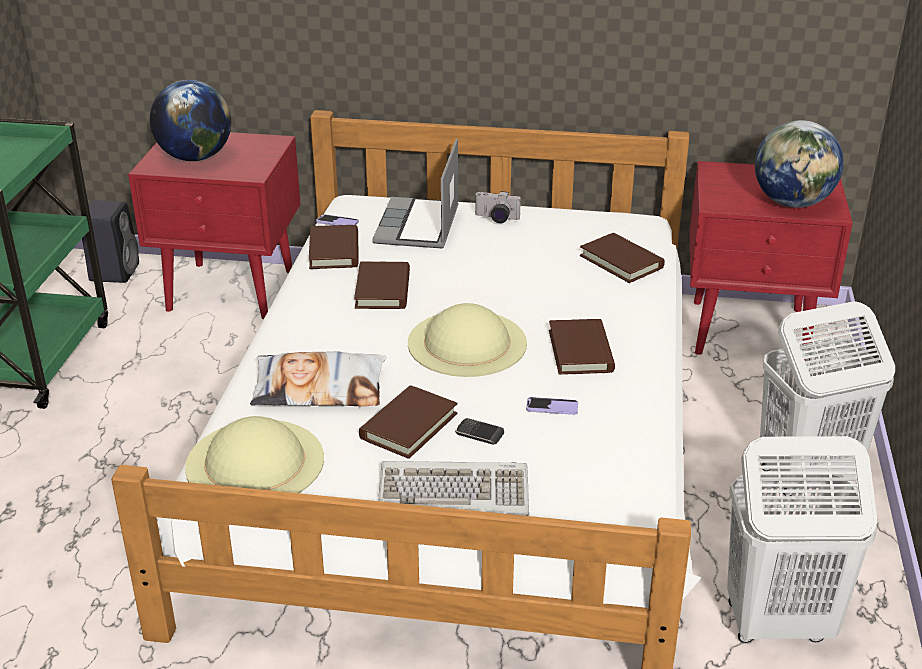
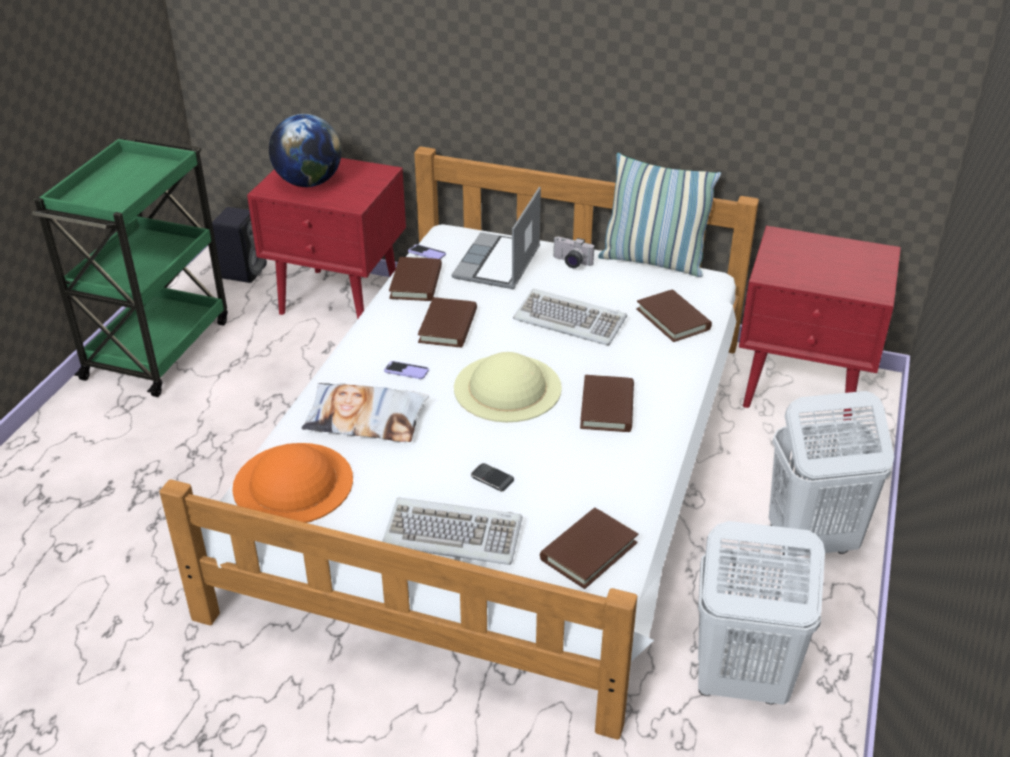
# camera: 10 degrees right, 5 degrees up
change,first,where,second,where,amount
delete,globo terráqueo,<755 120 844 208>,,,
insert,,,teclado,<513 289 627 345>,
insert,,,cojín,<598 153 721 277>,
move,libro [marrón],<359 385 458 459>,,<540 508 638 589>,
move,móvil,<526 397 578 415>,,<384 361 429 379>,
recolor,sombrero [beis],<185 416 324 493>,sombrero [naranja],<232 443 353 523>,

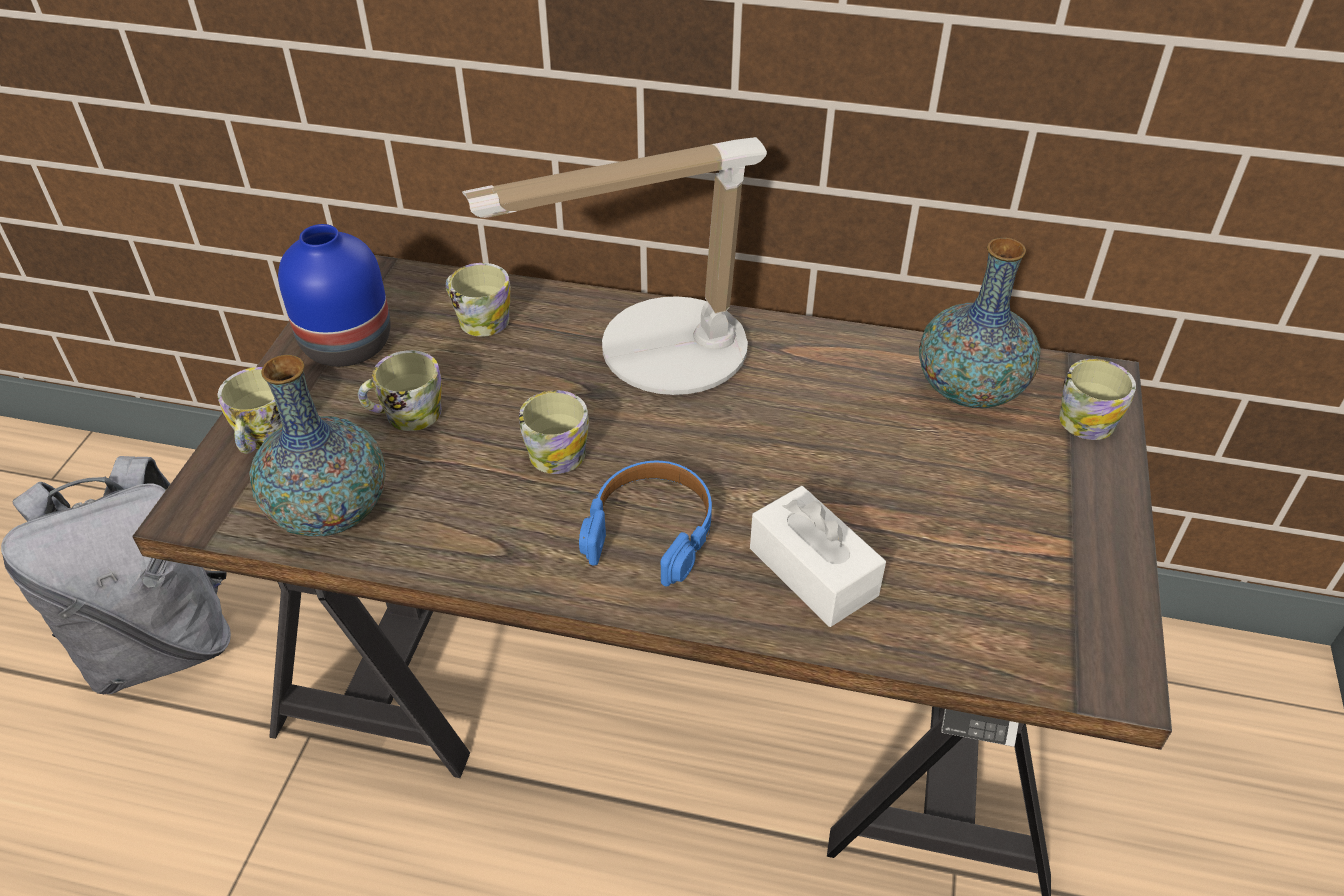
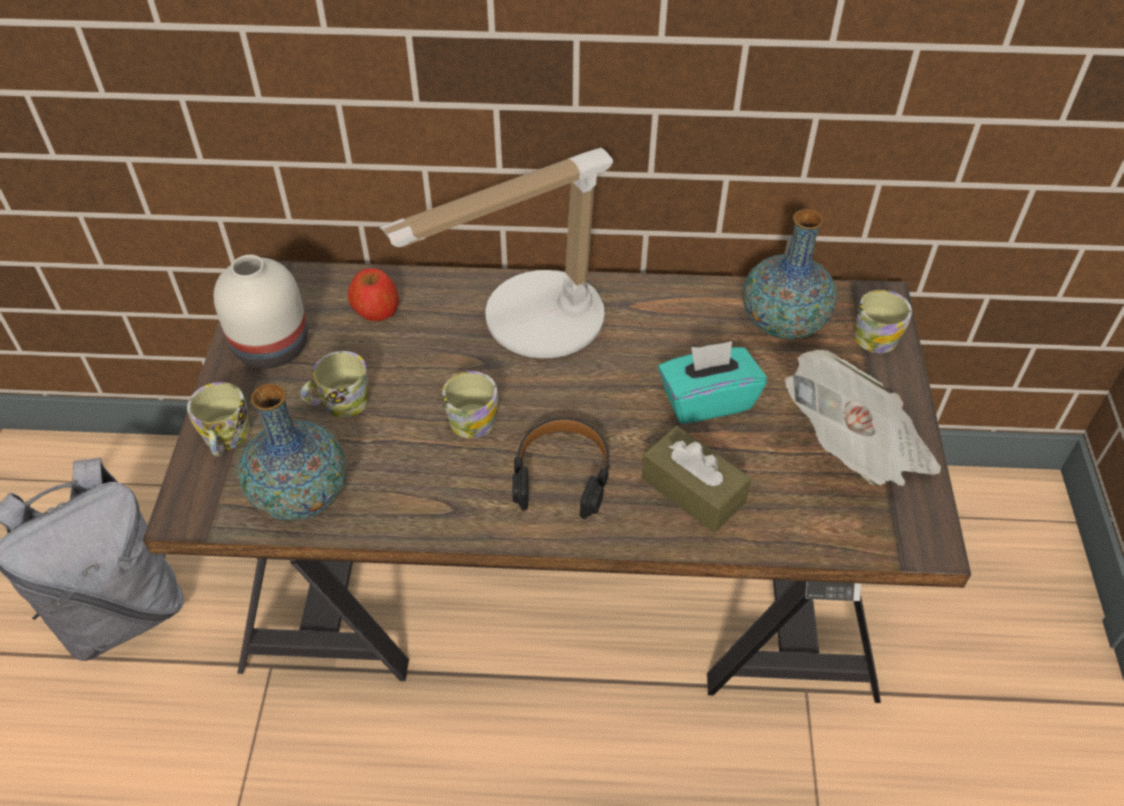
# camera: 10 degrees left, 5 degrees up
change,first,where,second,where,amount
insert,,,caja de pañuelos [turquesa],<658 341 767 424>,
insert,,,periódico,<785 350 941 486>,
replace,taza grande,<446 263 511 337>,manzana,<348 268 399 321>,
recolor,florero [azul],<278 224 391 367>,florero [blanco],<213 255 308 369>,
recolor,auriculares [azul],<579 461 712 587>,auriculares [negro],<512 418 610 519>,
recolor,caja de pañuelos [blanco],<750 486 886 627>,caja de pañuelos [marrón],<641 426 751 533>,

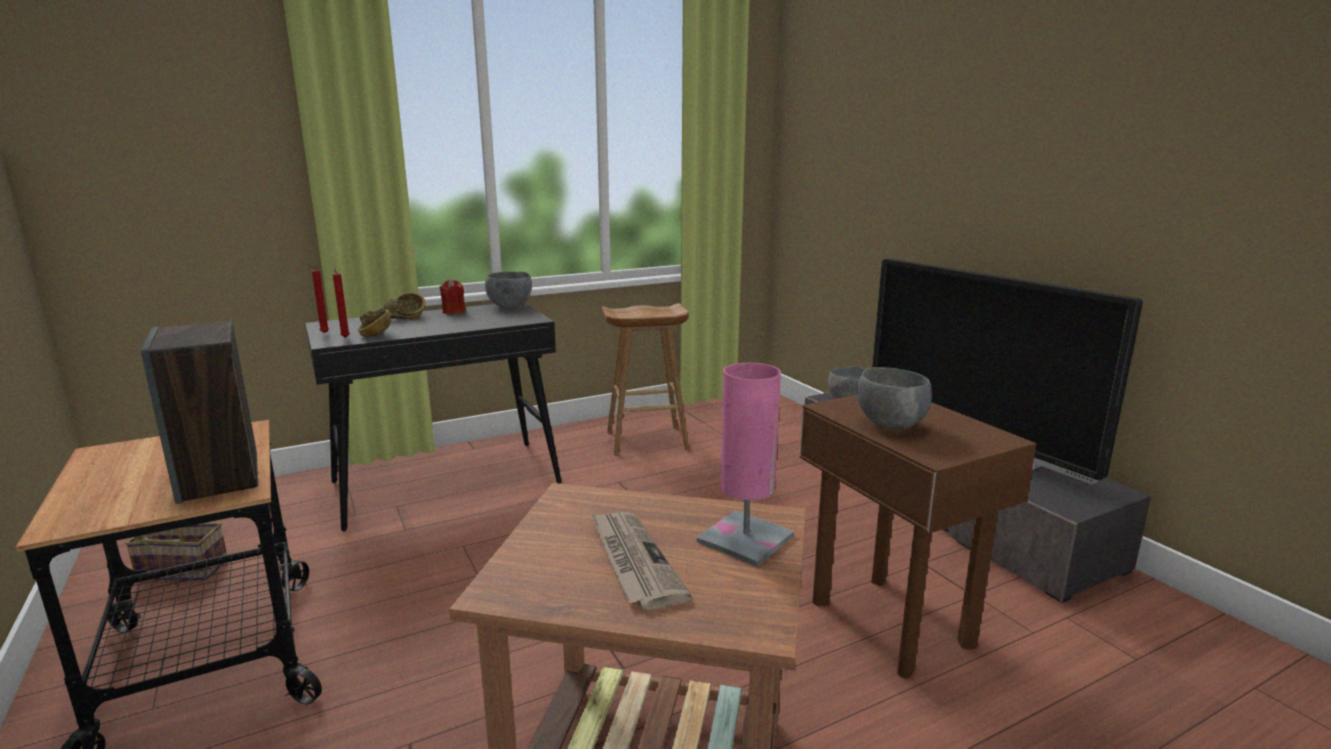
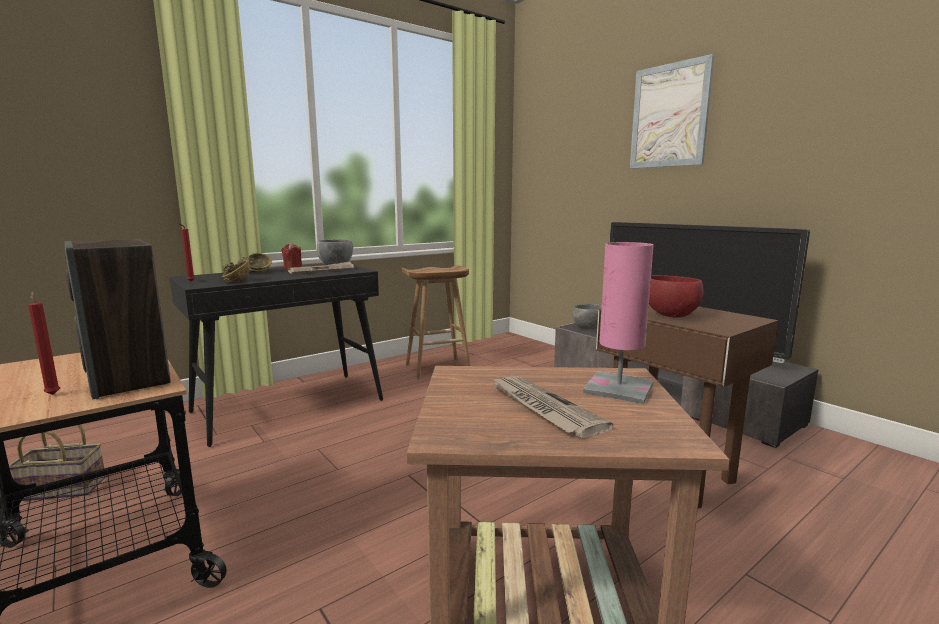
# camera: 10 degrees left, 5 degrees down
change,first,where,second,where,amount
insert,,,periódico,<288 262 354 274>,
insert,,,cuadro,<630 54 714 168>,
move,vela [rojo],<333 266 350 338>,,<28 291 60 395>,
recolor,cuenco [gris],<856 367 932 430>,cuenco [rojo],<649 275 703 318>,

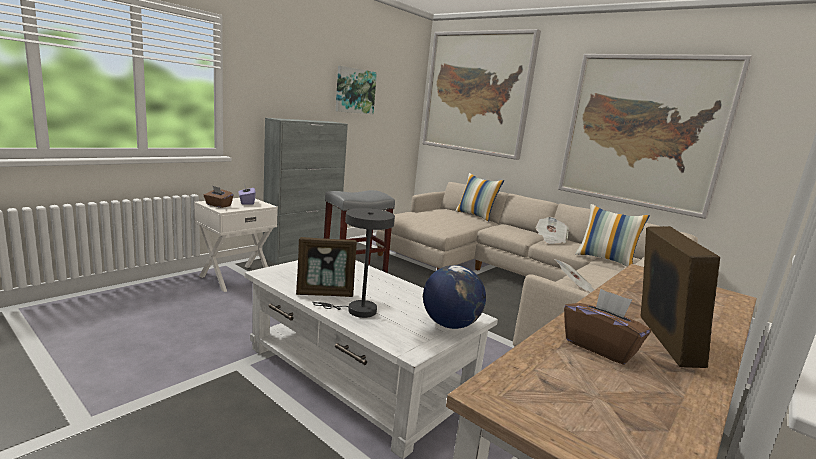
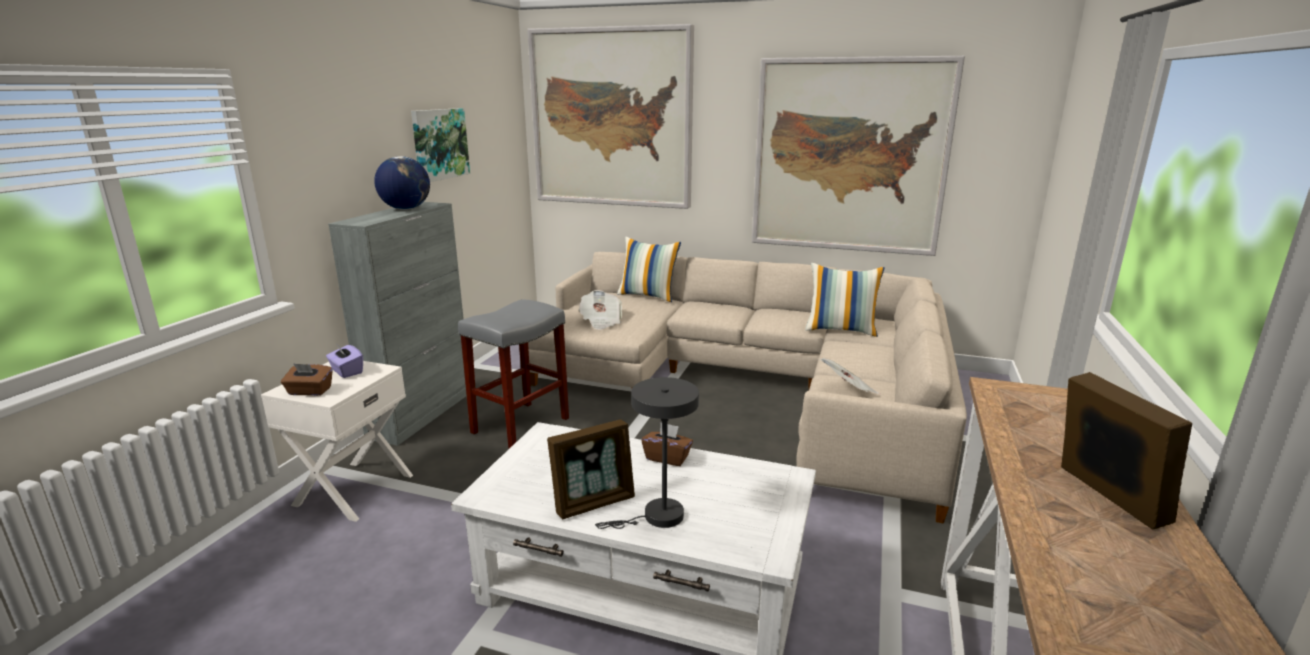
# camera: 20 degrees left, 5 degrees up
change,first,where,second,where,amount
move,globo terráqueo,<423 265 486 329>,,<374 156 430 210>,
move,periódico,<535 217 569 244>,,<578 290 622 330>,
move,caja de pañuelos [marrón],<564 289 651 365>,,<641 423 693 466>,

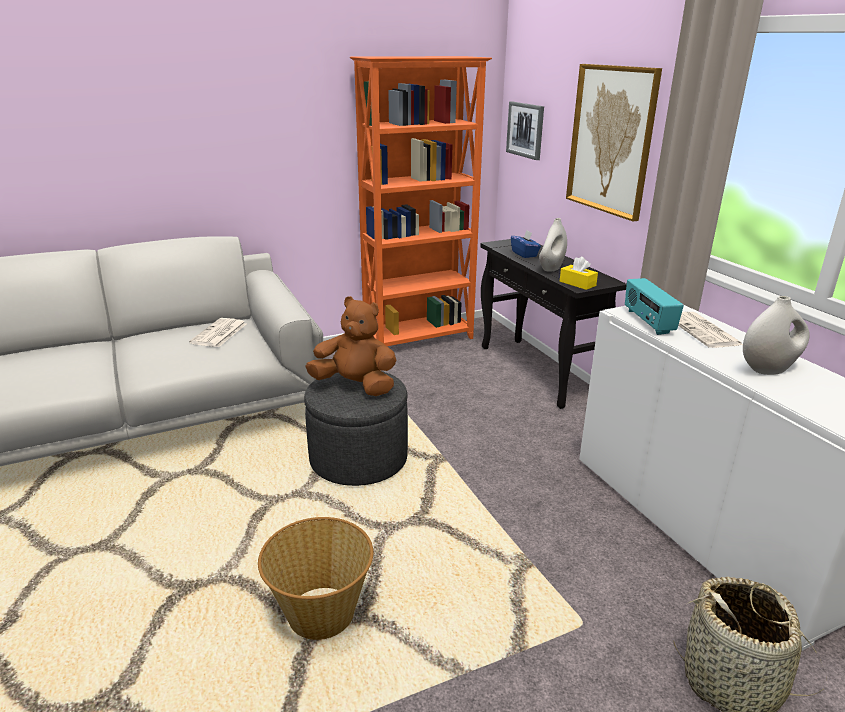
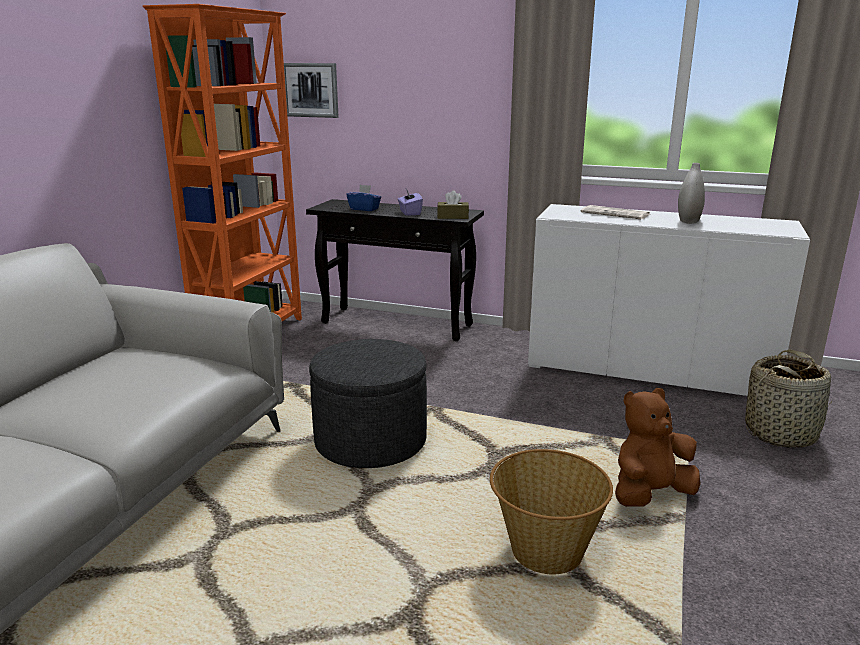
# camera: 45 degrees left, 5 degrees down
change,first,where,second,where,amount
delete,periódico,<189 318 246 347>,,,
delete,cuadro,<566 64 662 222>,,,
delete,radio,<625 278 684 335>,,,
move,peluche [marrón],<305 296 396 396>,,<615 388 701 507>,
replace,florero [blanco],<539 218 567 272>,caja de pañuelos [morado],<398 189 423 216>,
recolor,caja de pañuelos [amarillo],<560 257 598 290>,caja de pañuelos [marrón],<437 190 469 219>,

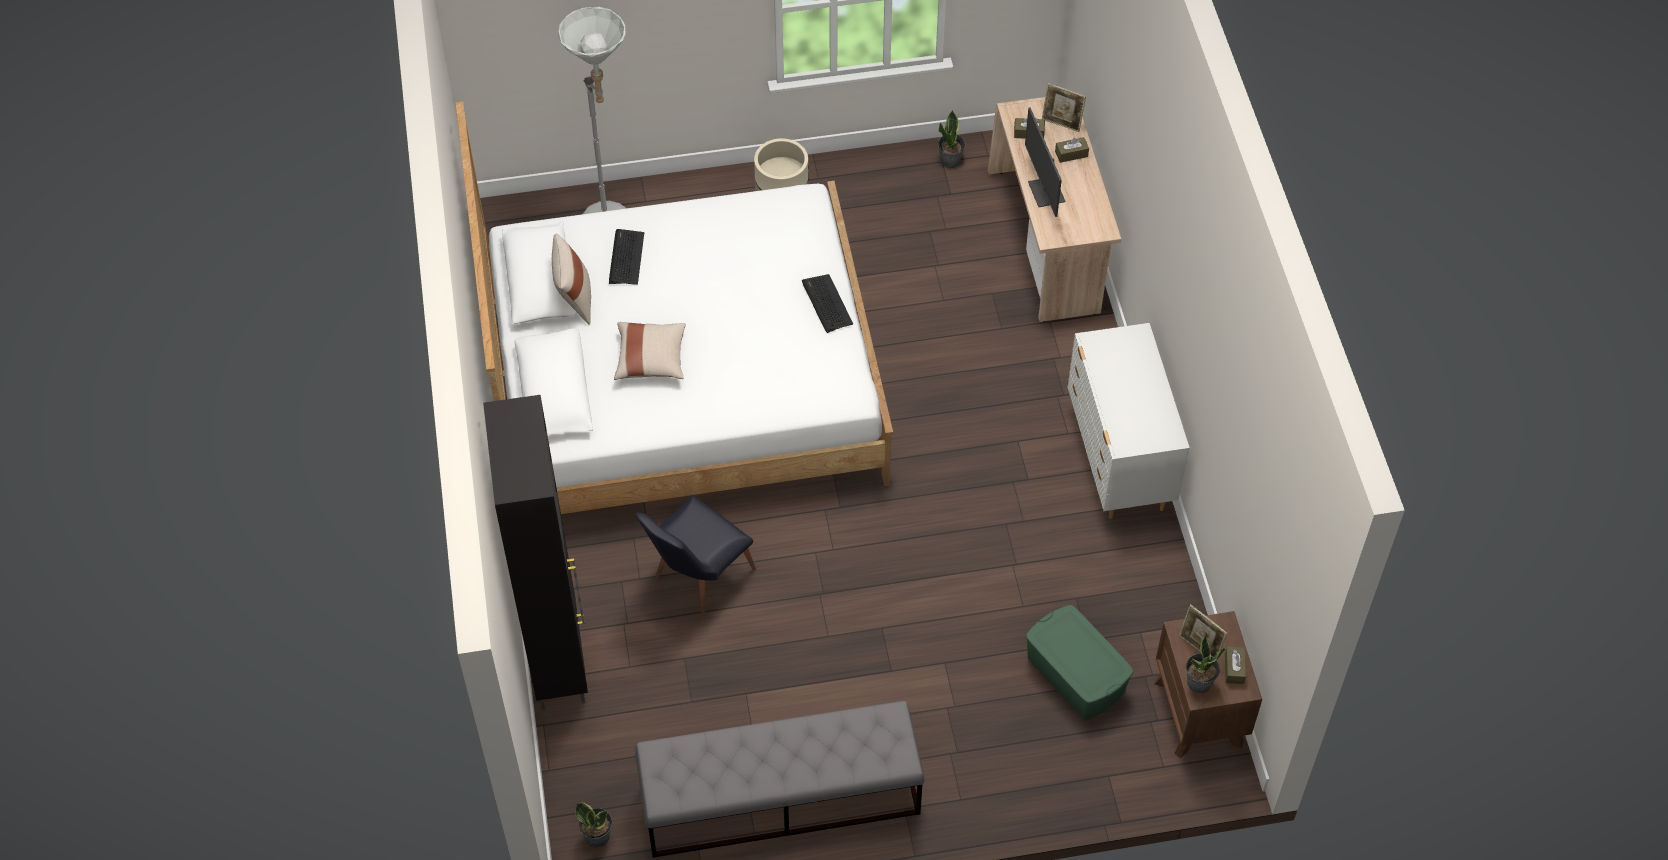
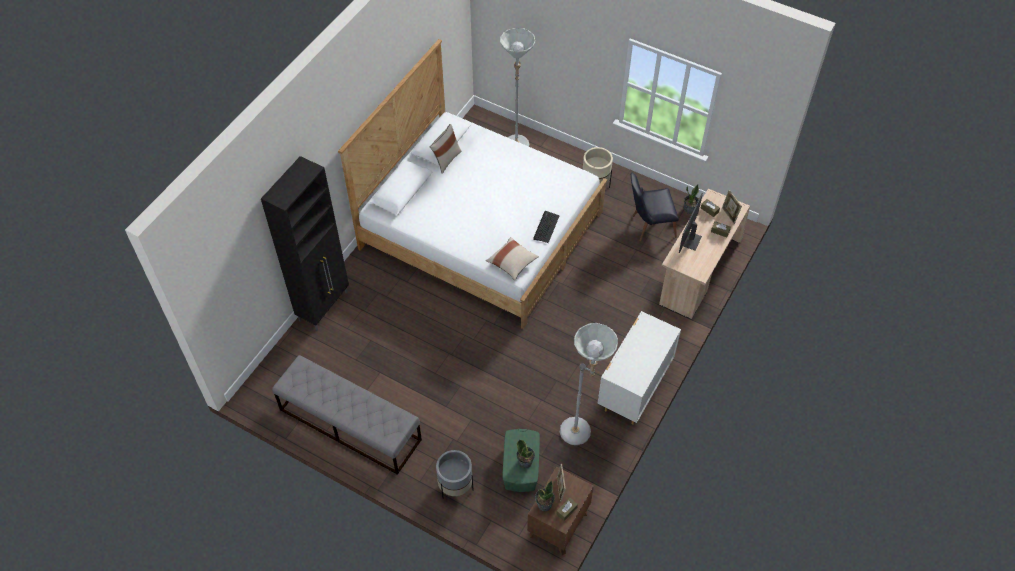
# camera: 40 degrees right, 0 degrees up
change,first,where,second,where,amount
delete,teclado,<609 229 644 285>,,,
insert,,,maceta [gris],<436 450 473 499>,
insert,,,lámpara de pie [gris],<560 323 618 445>,
move,planta en maceta,<575 802 612 848>,,<516 439 535 468>,
move,cojín [beis],<614 322 686 380>,,<486 237 539 280>,
move,silla [negro],<635 495 756 616>,,<631 173 679 241>,

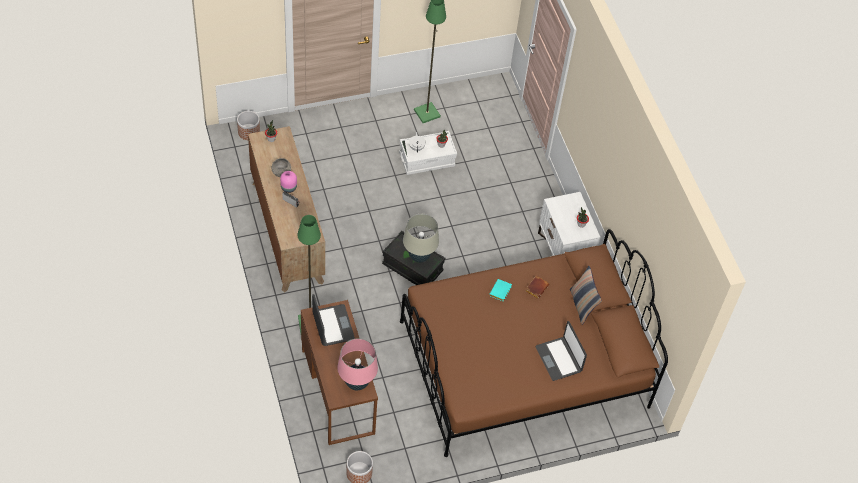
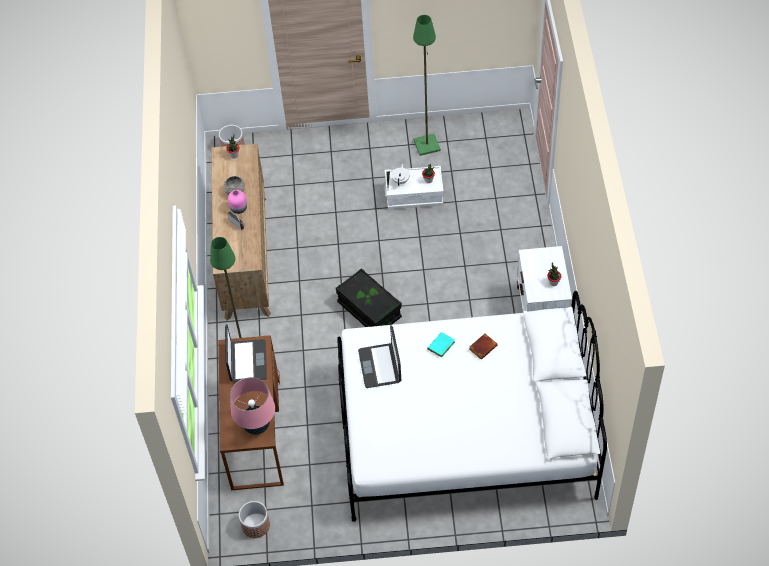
# camera: 20 degrees right, 0 degrees up
change,first,where,second,where,amount
delete,lámpara de mesa [beis],<403 214 439 262>,,,
delete,cojín,<570 266 602 325>,,,
move,portátil,<536 321 587 381>,,<358 325 401 388>,
recolor,cama [marrón],<400 229 668 457>,cama [blanco],<337 291 607 522>,

